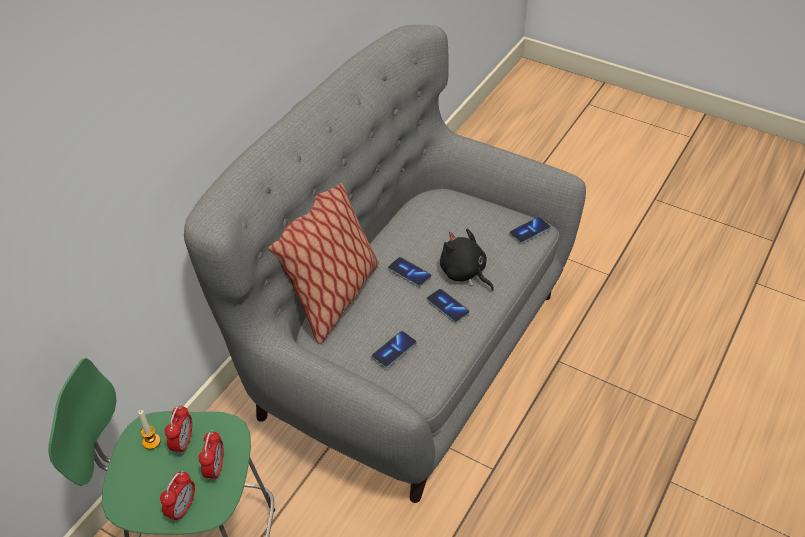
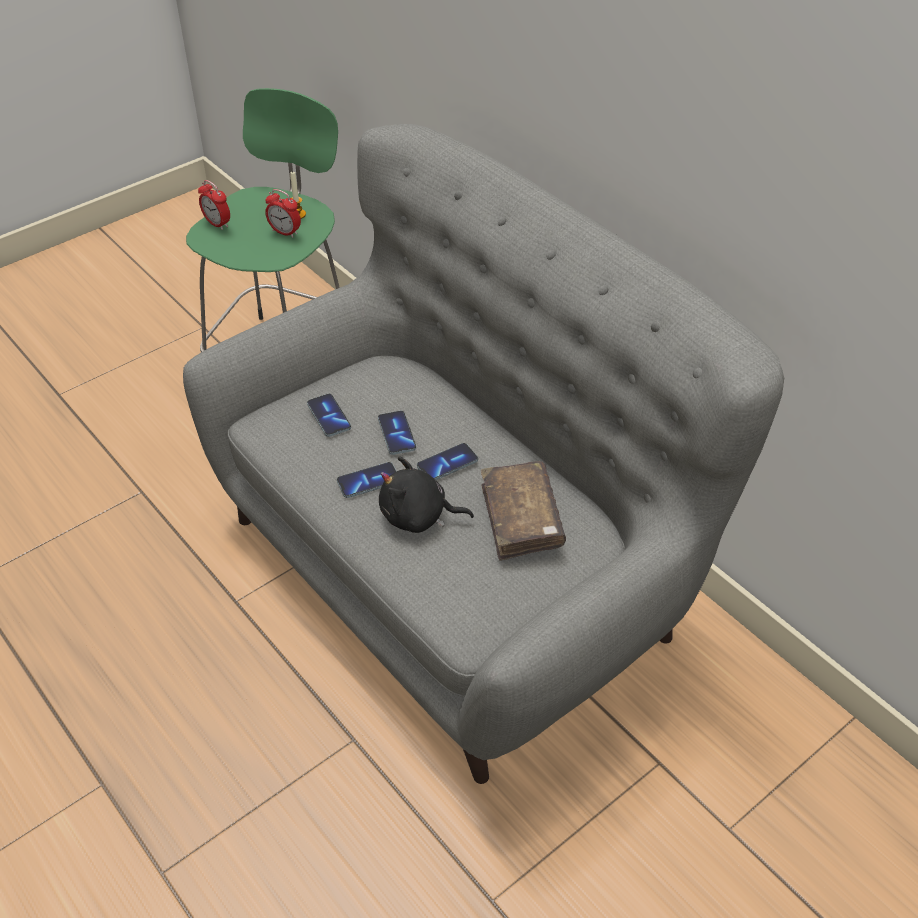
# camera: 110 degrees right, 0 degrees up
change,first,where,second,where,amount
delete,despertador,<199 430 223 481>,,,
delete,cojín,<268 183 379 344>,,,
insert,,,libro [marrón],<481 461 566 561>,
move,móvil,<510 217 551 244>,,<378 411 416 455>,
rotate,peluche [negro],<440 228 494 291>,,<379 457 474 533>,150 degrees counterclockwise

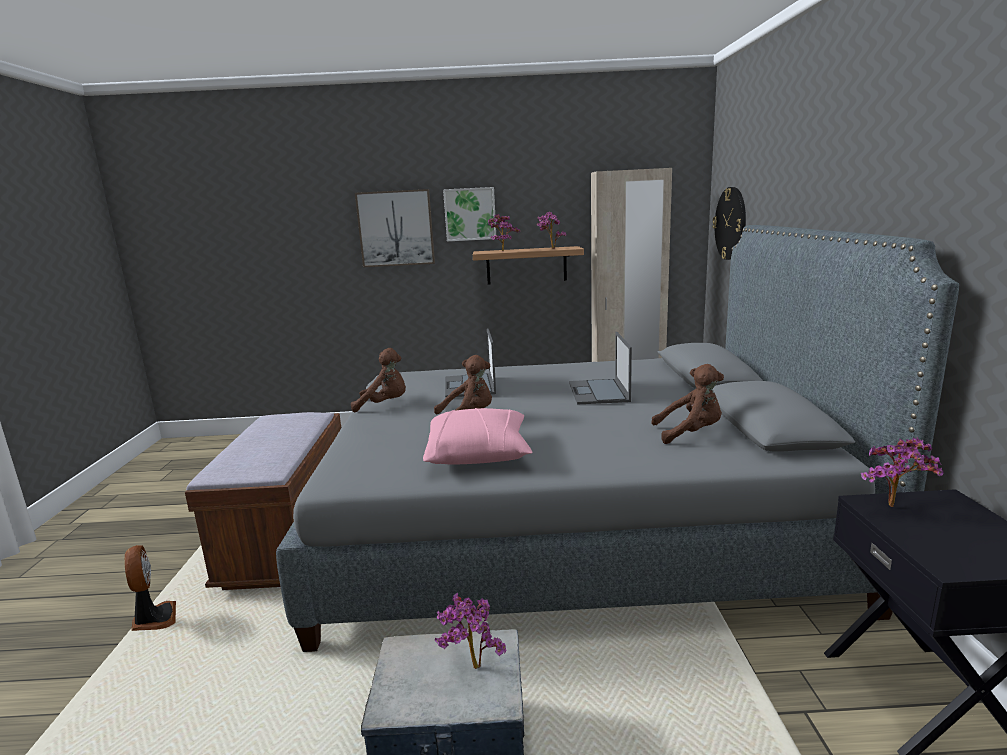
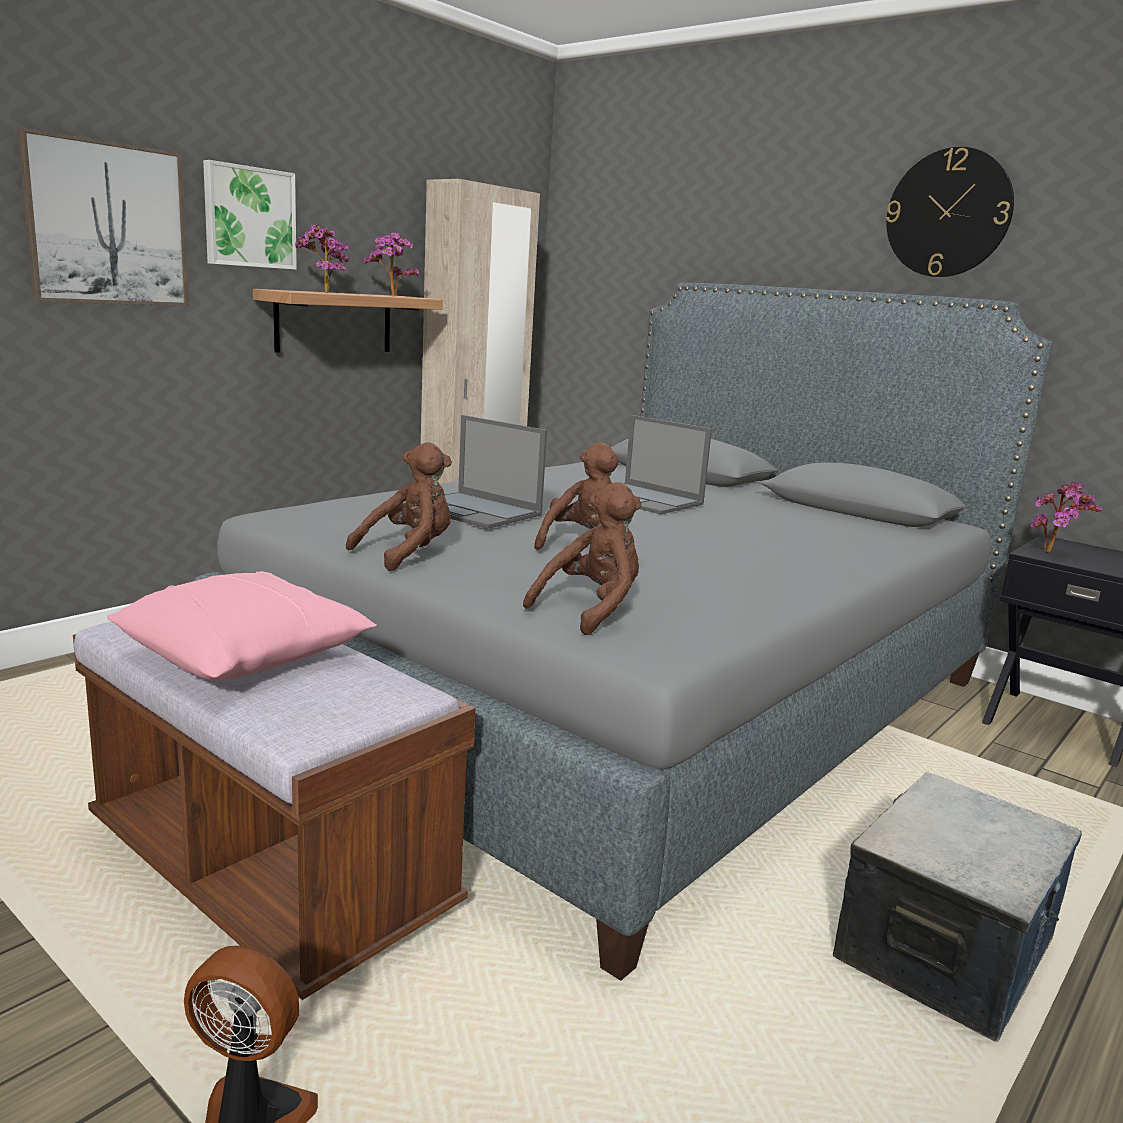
# camera: 50 degrees left, 0 degrees up
change,first,where,second,where,amount
delete,planta en maceta,<435 593 506 669>,,,
move,cojín [rosa],<423 408 532 465>,,<107 571 377 681>,
move,peluche [marrón],<651 364 724 444>,,<523 482 642 635>,
move,reloj de pared,<712 187 746 260>,,<886 147 1014 277>,

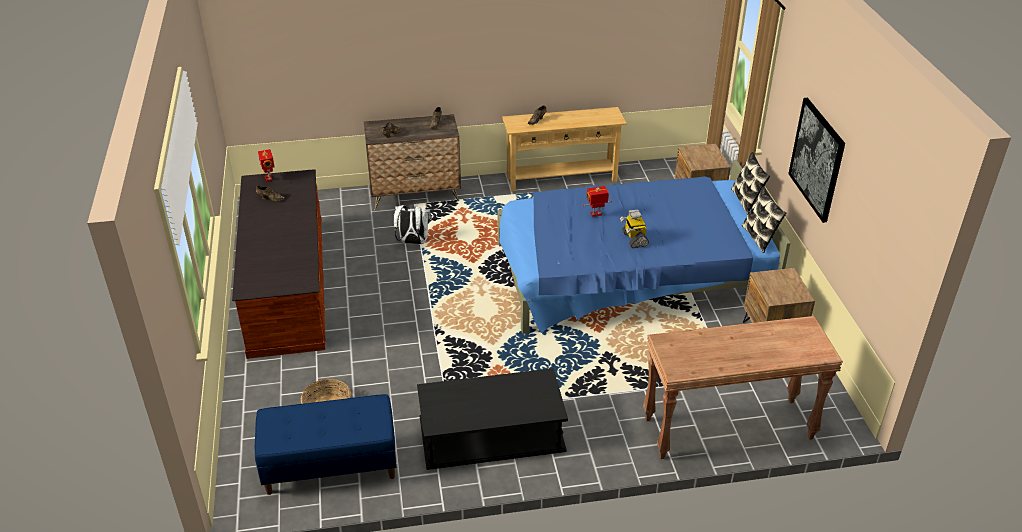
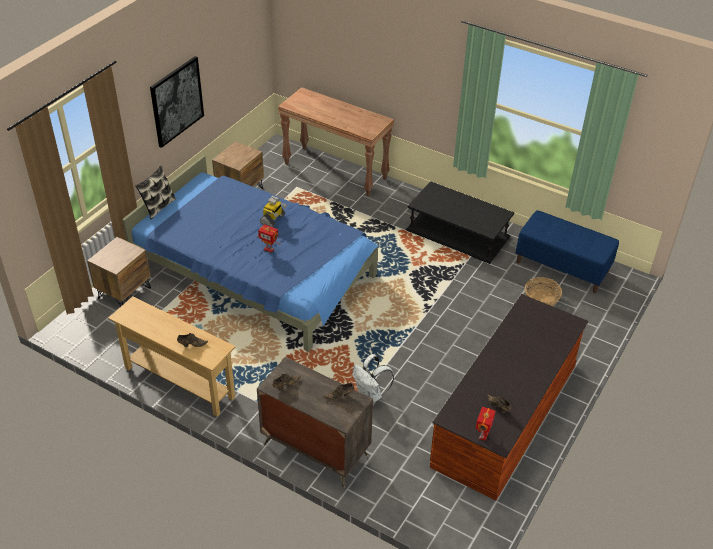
# camera: 140 degrees left, 5 degrees up
change,first,where,second,where,amount
delete,cojín,<742 187 786 253>,,,

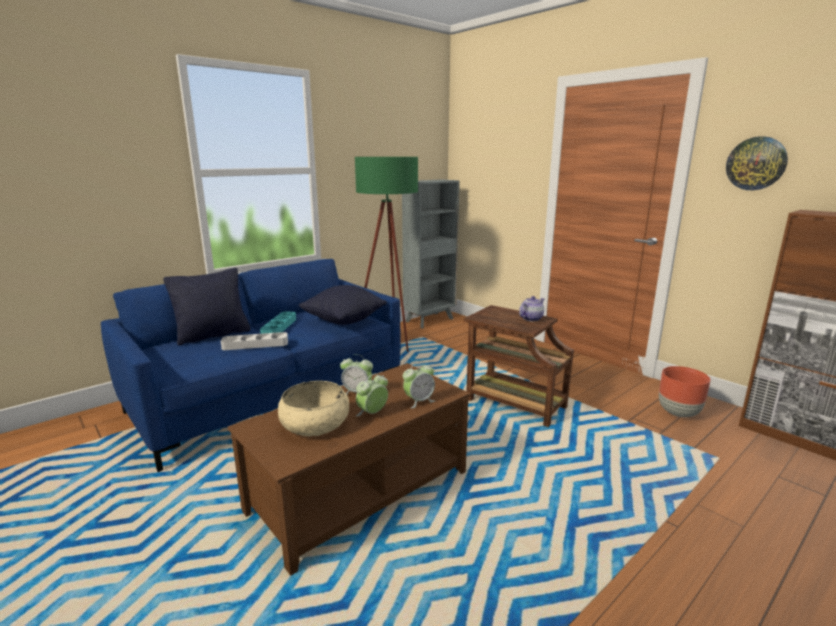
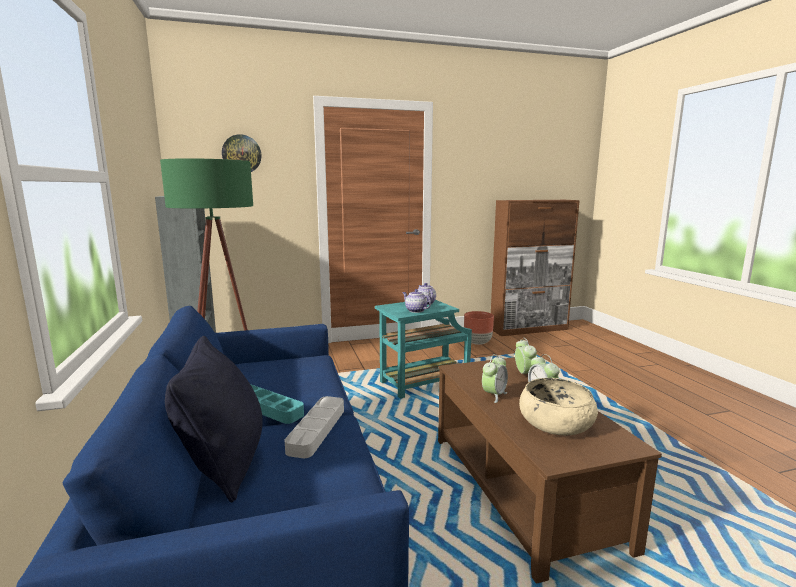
# camera: 65 degrees left, 5 degrees down
change,first,where,second,where,amount
delete,cojín [negro],<299 285 387 325>,,,
insert,,,tetera,<402 289 431 313>,
move,reloj de pared,<726 136 788 190>,,<222 134 261 172>,
recolor,mesa auxiliar [marrón],<464 305 574 427>,mesa auxiliar [turquesa],<375 300 472 399>,

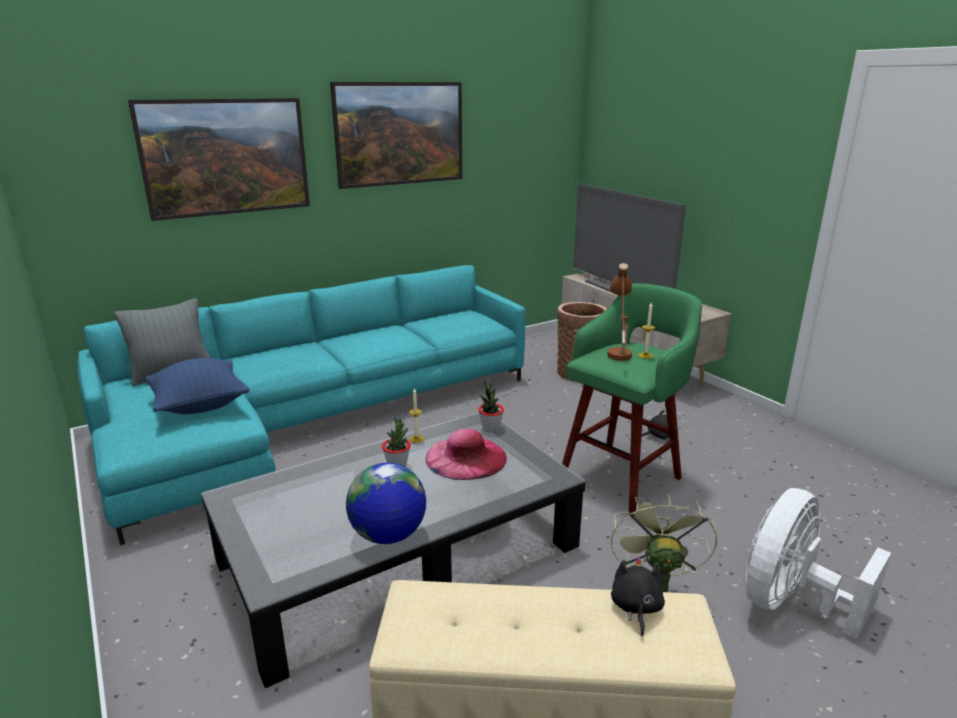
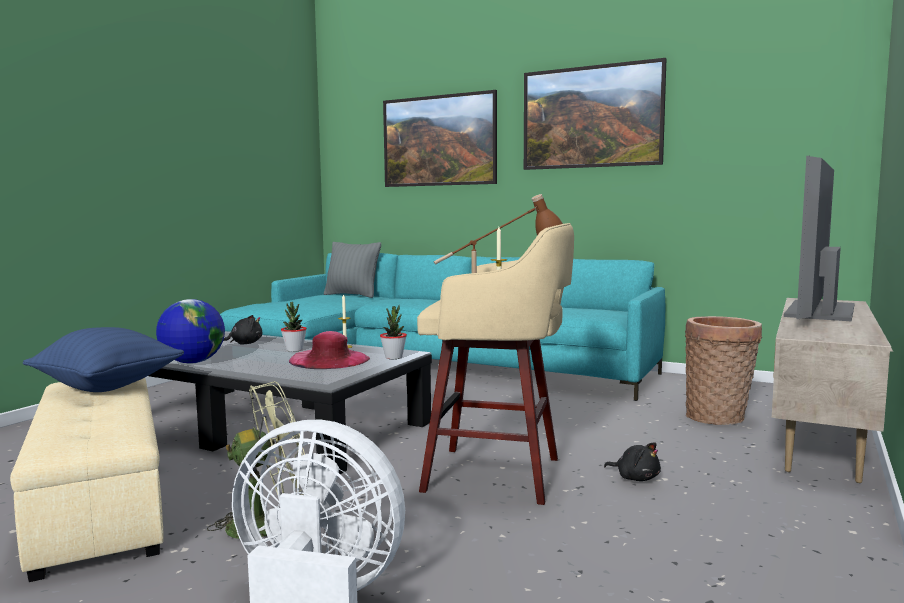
# camera: 60 degrees right, 15 degrees down
change,first,where,second,where,amount
move,cojín [azul],<145 358 250 414>,,<23 327 184 392>,
move,peluche [negro],<611 557 665 636>,,<223 315 262 345>,
recolor,taburete [verde],<562 283 702 514>,taburete [beis],<417 223 574 505>,

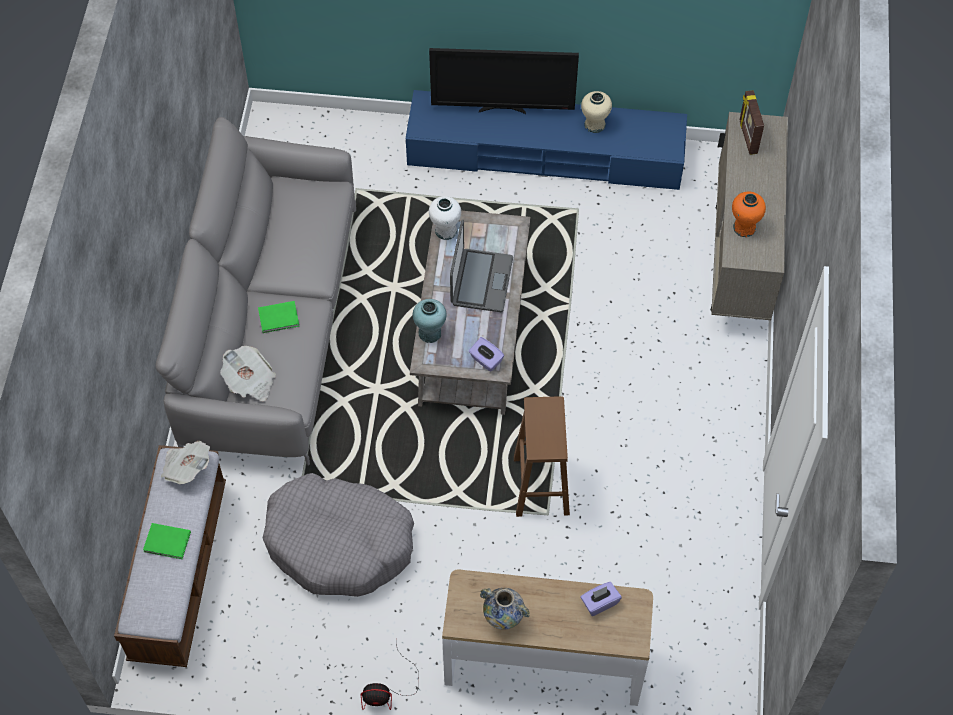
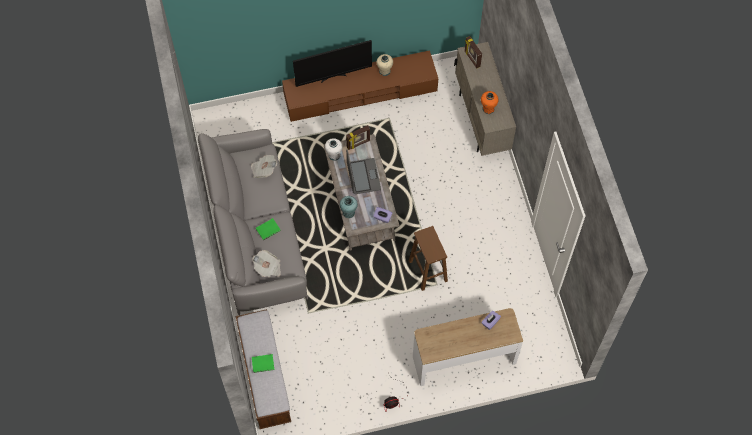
# camera: 20 degrees left, 5 degrees up
change,first,where,second,where,amount
delete,cama para perro [gris],<263 473 414 597>,,,
delete,florero,<480 588 530 630>,,,
insert,,,portarretratos,<346 125 370 150>,
move,periódico,<161 441 210 484>,,<251 155 277 178>,
recolor,mueble de televisión [azul],<406 90 687 190>,mueble de televisión [marrón],<282 50 438 122>,

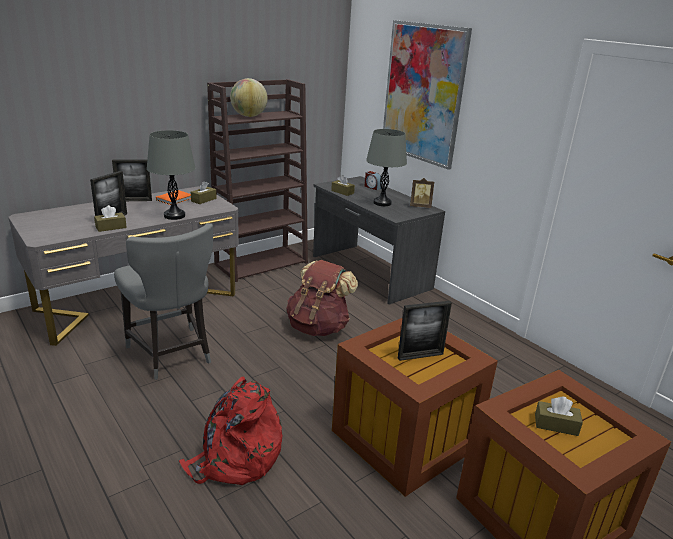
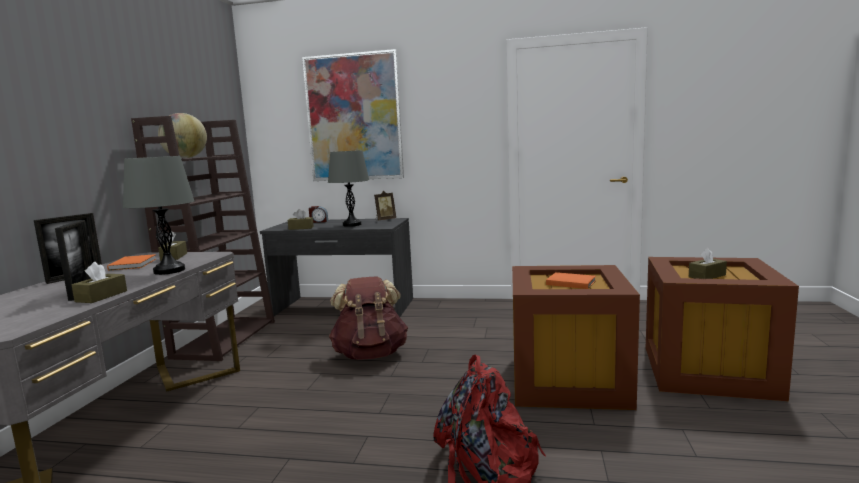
# camera: 40 degrees left, 15 degrees down
change,first,where,second,where,amount
delete,silla [gris],<114 223 213 380>,,,
replace,portarretratos,<398 301 452 361>,libro [naranja],<546 272 596 289>,

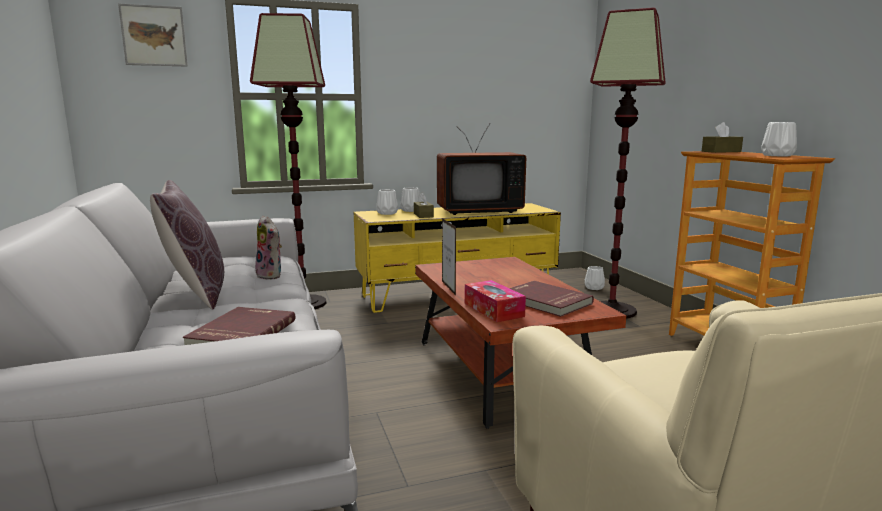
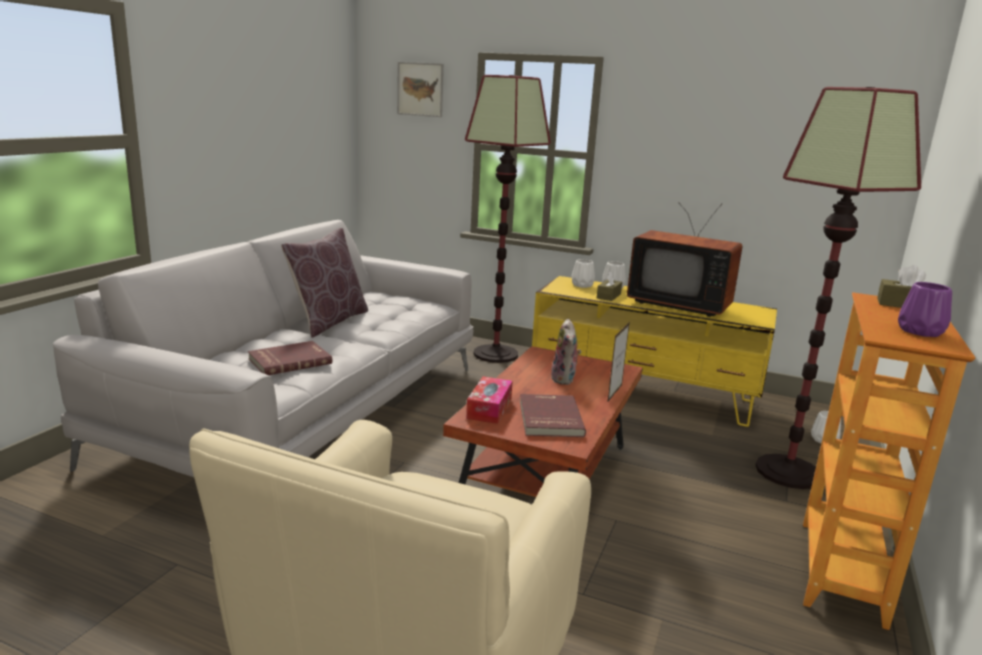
# camera: 40 degrees right, 5 degrees up
change,first,where,second,where,amount
move,peluche,<255 215 282 280>,,<551 319 582 385>,
move,portarretratos,<442 218 456 296>,,<607 322 630 403>,
recolor,florero [blanco],<761 122 797 156>,florero [morado],<898 282 952 337>,

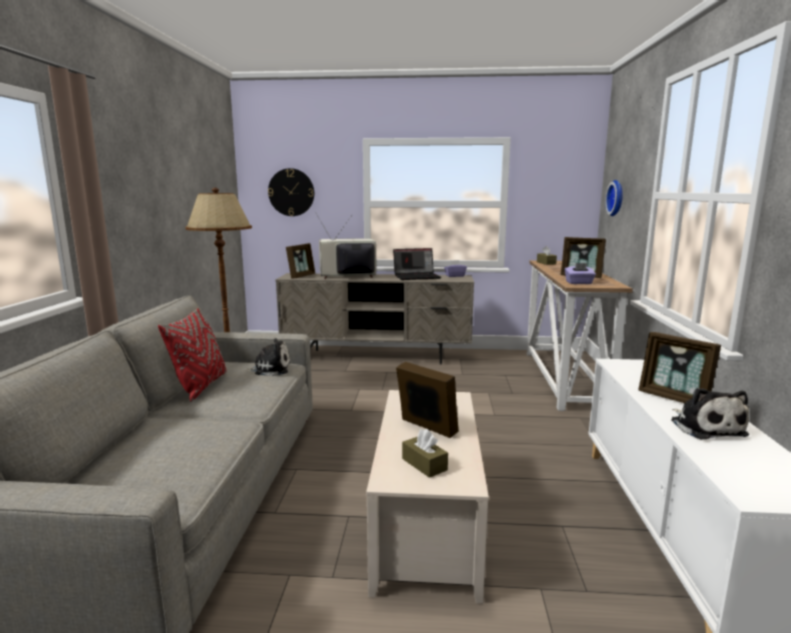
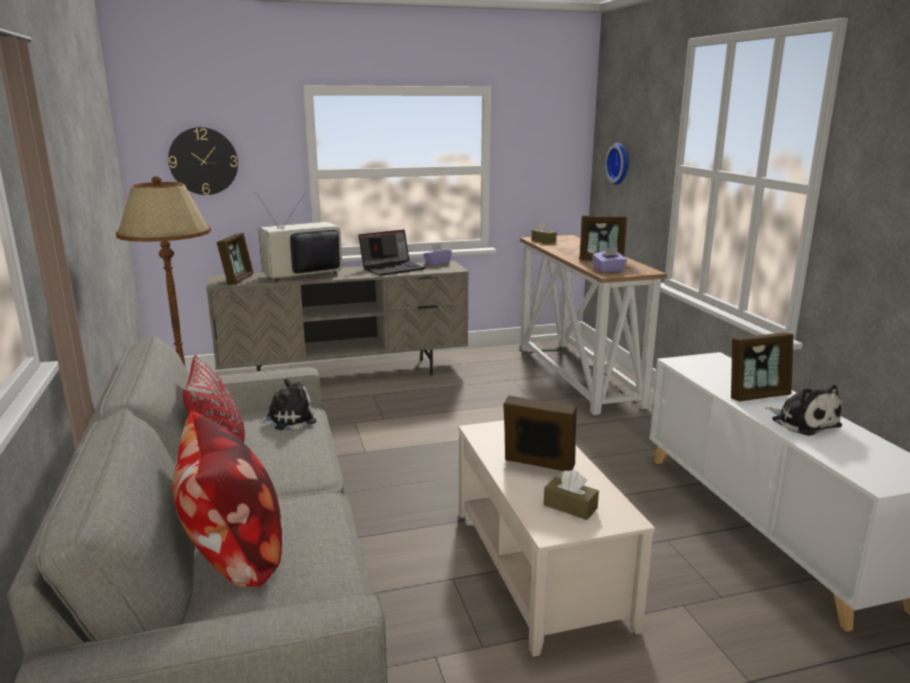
# camera: 20 degrees left, 5 degrees up
change,first,where,second,where,amount
insert,,,cojín,<172 411 282 587>,
rotate,portarretratos,<638 332 721 403>,,<731 332 793 402>,45 degrees counterclockwise

